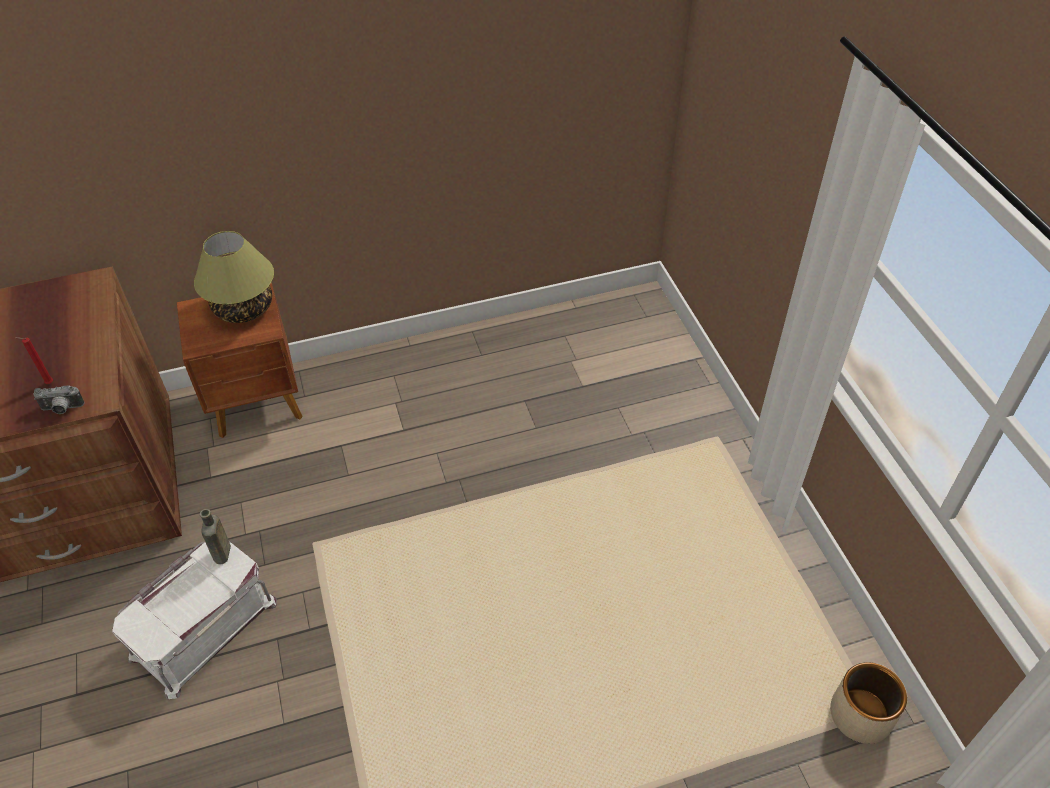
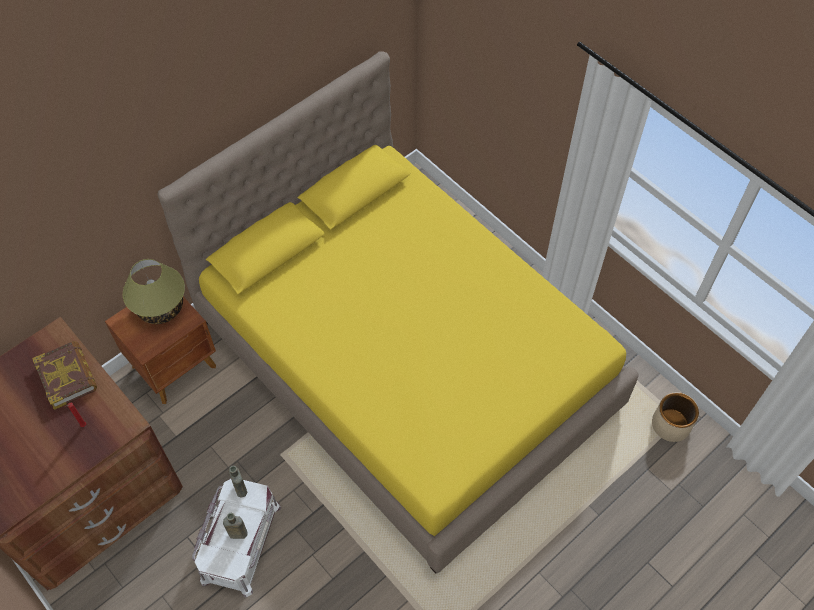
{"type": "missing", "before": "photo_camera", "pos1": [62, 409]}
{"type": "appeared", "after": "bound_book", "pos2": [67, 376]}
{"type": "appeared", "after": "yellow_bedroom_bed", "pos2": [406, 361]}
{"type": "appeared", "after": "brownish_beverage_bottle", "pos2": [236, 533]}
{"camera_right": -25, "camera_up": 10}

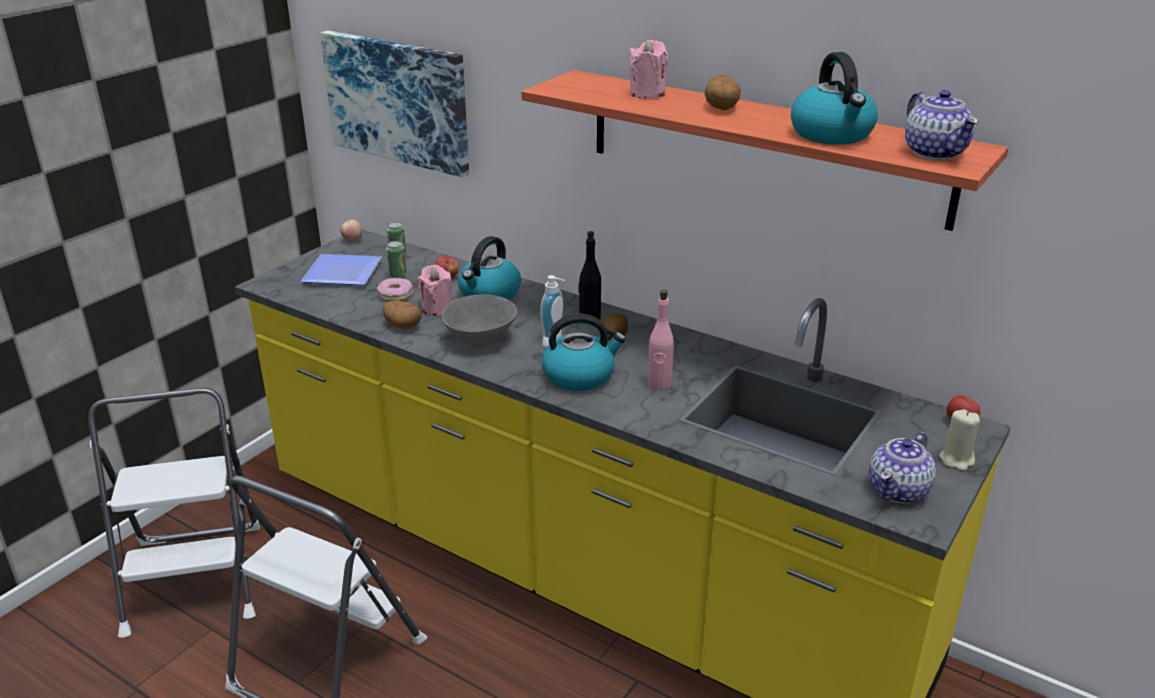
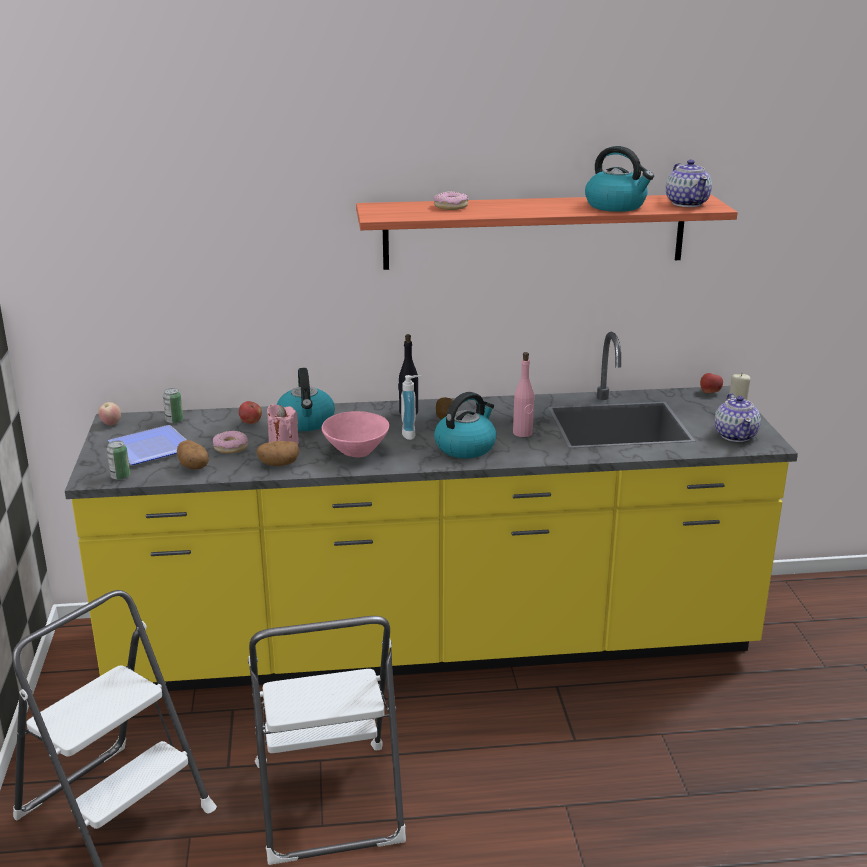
{"type": "missing", "before": "wall_art", "pos1": [398, 101]}
{"type": "relocated", "before": "can", "pos1": [397, 275], "pos2": [120, 476]}
{"type": "colour", "before": "grey_deep_dish", "after": "pink-coloured_deep_dish", "pos1": [479, 340], "pos2": [356, 452]}
{"type": "exchanged", "before": "pink-coloured_candle", "after": "doughnut", "pos1": [647, 94], "pos2": [451, 207]}
{"type": "relocated", "before": "spud", "pos1": [721, 108], "pos2": [194, 467]}
{"type": "spun", "before": "tea_pot", "pos1": [935, 152], "pos2": [687, 203], "turn": 45}
{"camera_right": -40, "camera_up": -5}

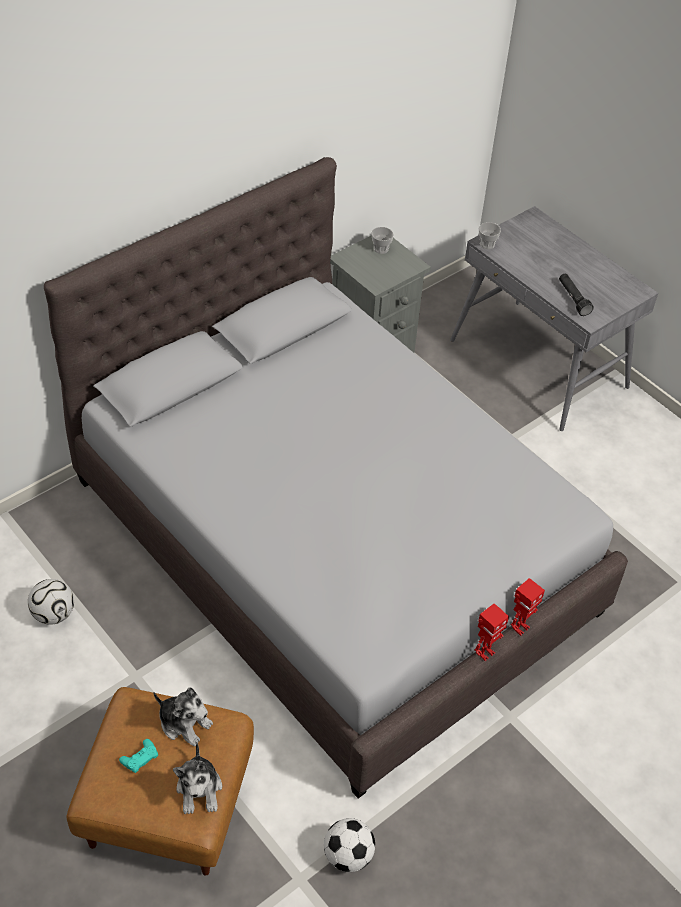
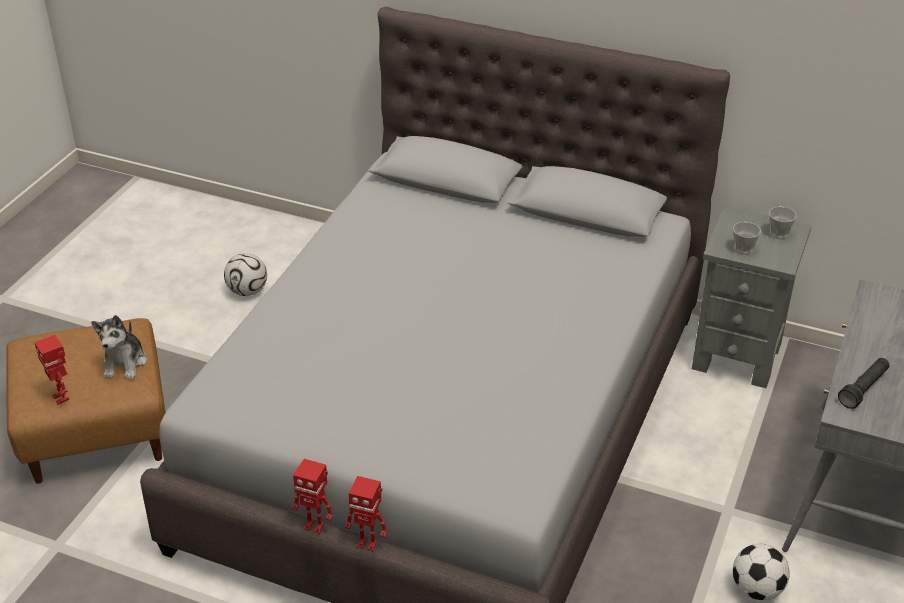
{"type": "missing", "before": "blue-green_gamepad", "pos1": [140, 758]}
{"type": "exchanged", "before": "plush_toy", "after": "robot_figure", "pos1": [199, 789], "pos2": [62, 398]}
{"type": "relocated", "before": "football", "pos1": [348, 855], "pos2": [756, 589]}
{"type": "relocated", "before": "cup", "pos1": [487, 244], "pos2": [743, 249]}
{"camera_right": 65, "camera_up": -10}

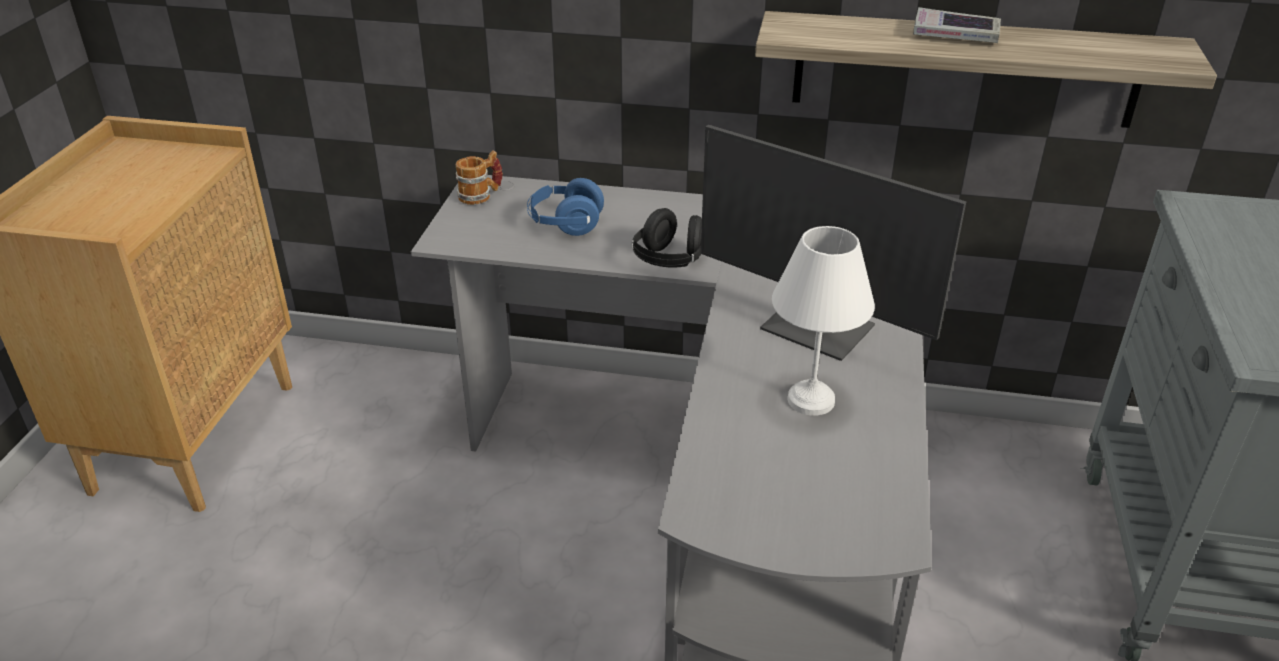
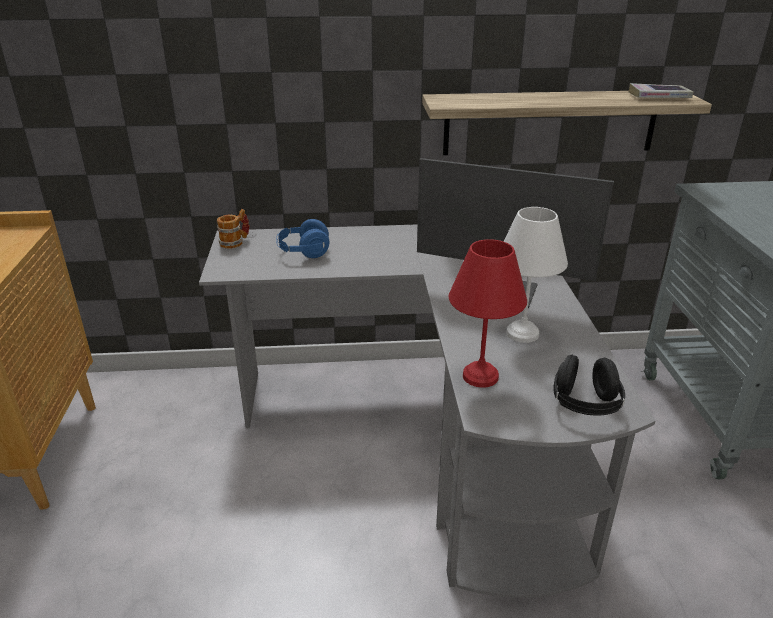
{"type": "relocated", "before": "black_headset", "pos1": [669, 261], "pos2": [584, 404]}
{"type": "relocated", "before": "bound_book", "pos1": [955, 34], "pos2": [659, 97]}
{"type": "appeared", "after": "red-coloured_tabletop_lamp", "pos2": [480, 375]}
{"camera_right": -15, "camera_up": -5}

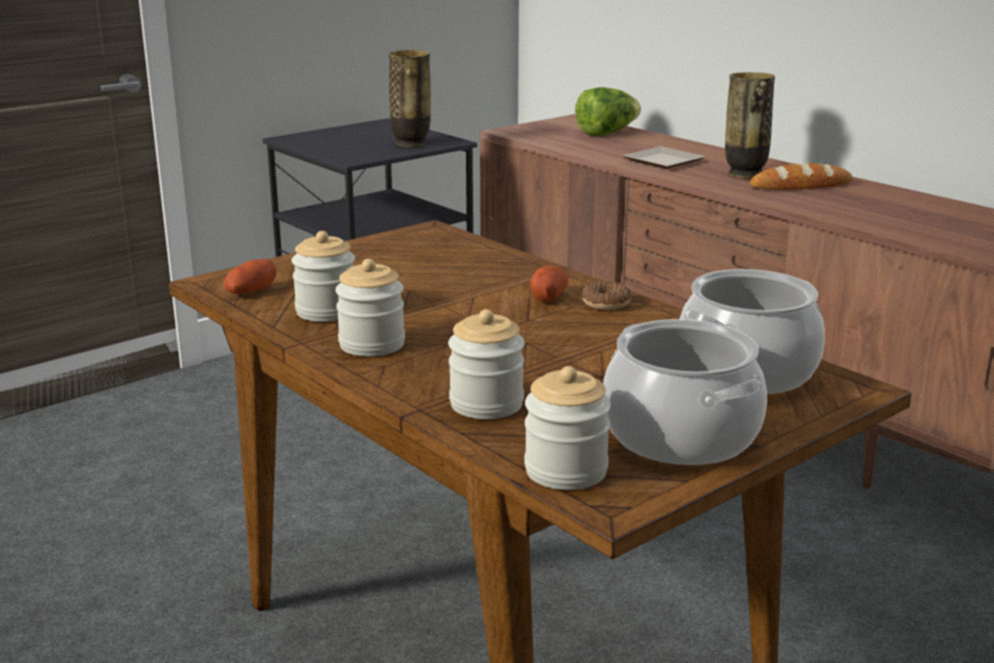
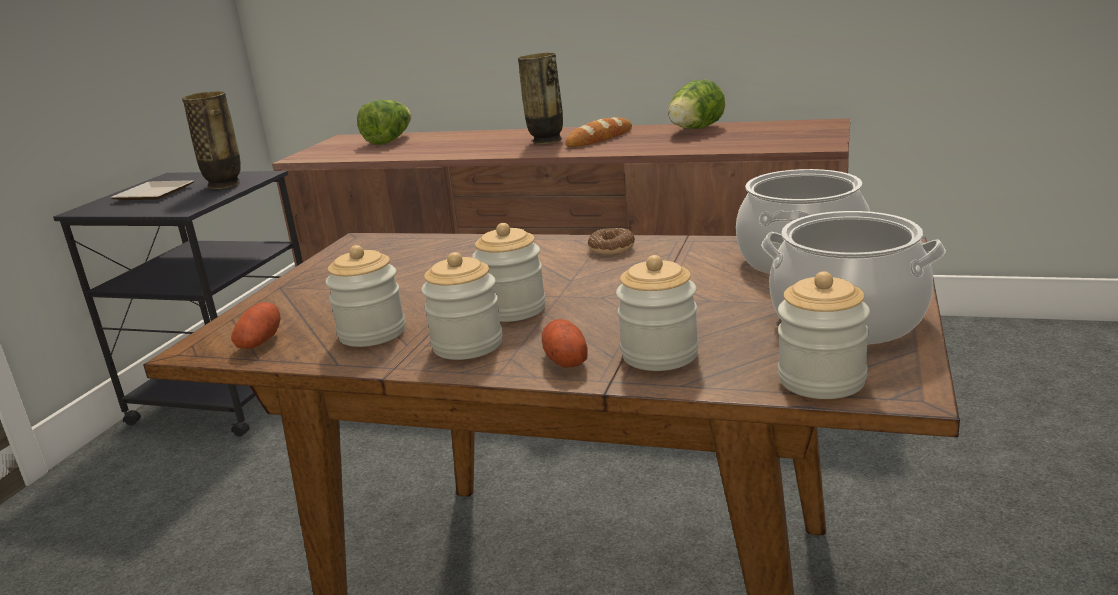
{"type": "relocated", "before": "spud", "pos1": [548, 297], "pos2": [565, 359]}
{"type": "relocated", "before": "plate", "pos1": [663, 161], "pos2": [154, 193]}
{"type": "appeared", "after": "jar", "pos2": [513, 309]}
{"type": "appeared", "after": "lettuce_head", "pos2": [695, 130]}
{"camera_right": -30, "camera_up": 0}

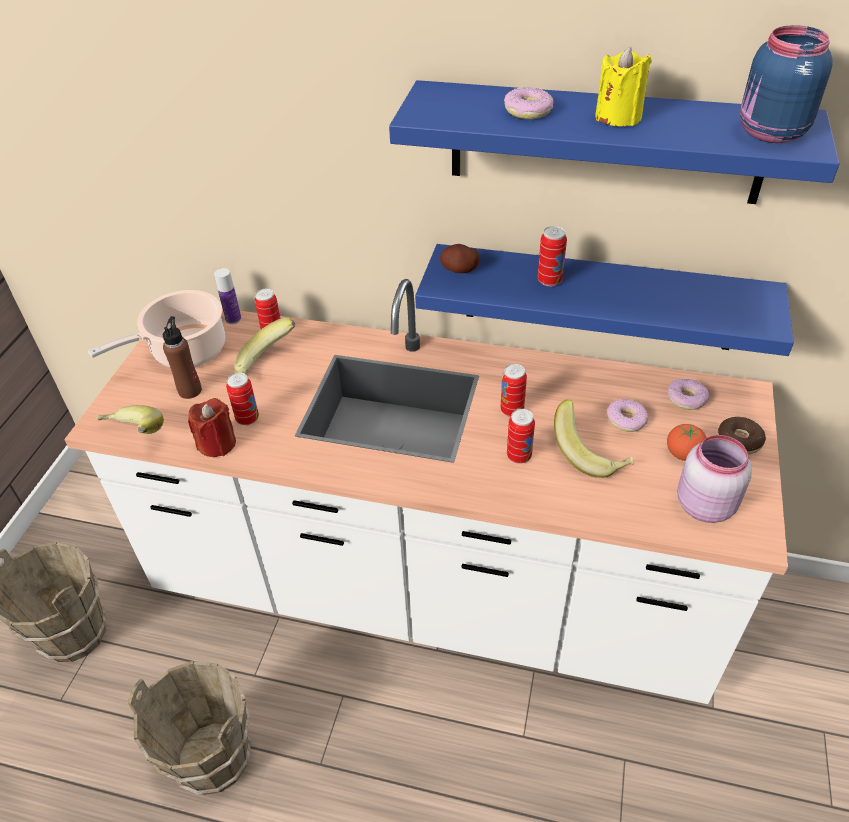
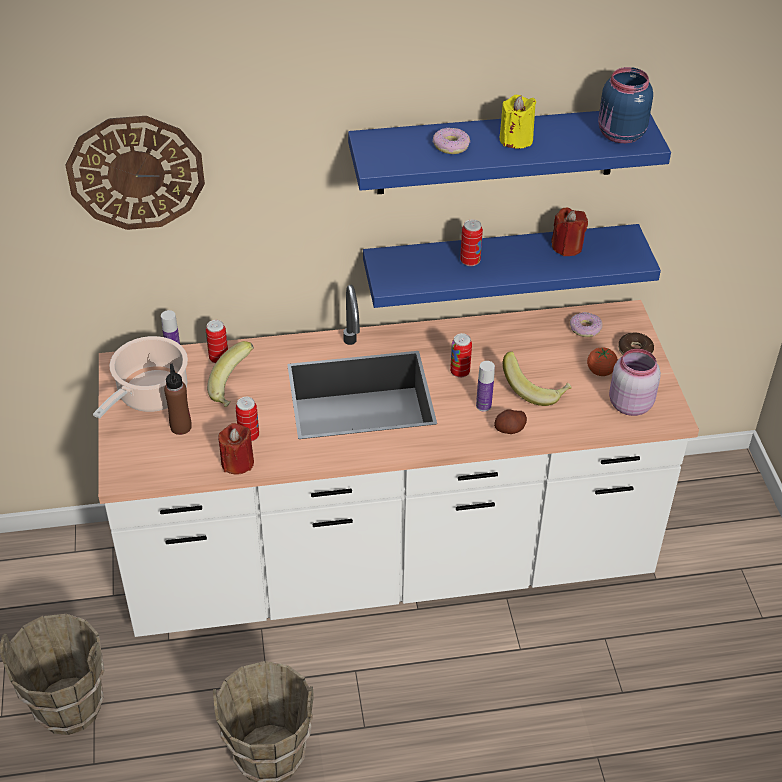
{"type": "missing", "before": "banana", "pos1": [133, 436]}
{"type": "relocated", "before": "spud", "pos1": [460, 269], "pos2": [509, 429]}
{"type": "exchanged", "before": "can", "after": "beverage_bottle", "pos1": [519, 456], "pos2": [483, 406]}
{"type": "missing", "before": "doughnut", "pos1": [626, 420]}
{"type": "appeared", "after": "clock_on_the_wall", "pos2": [136, 172]}
{"type": "appeared", "after": "red-coloured_candle", "pos2": [567, 247]}
{"camera_right": -25, "camera_up": 0}

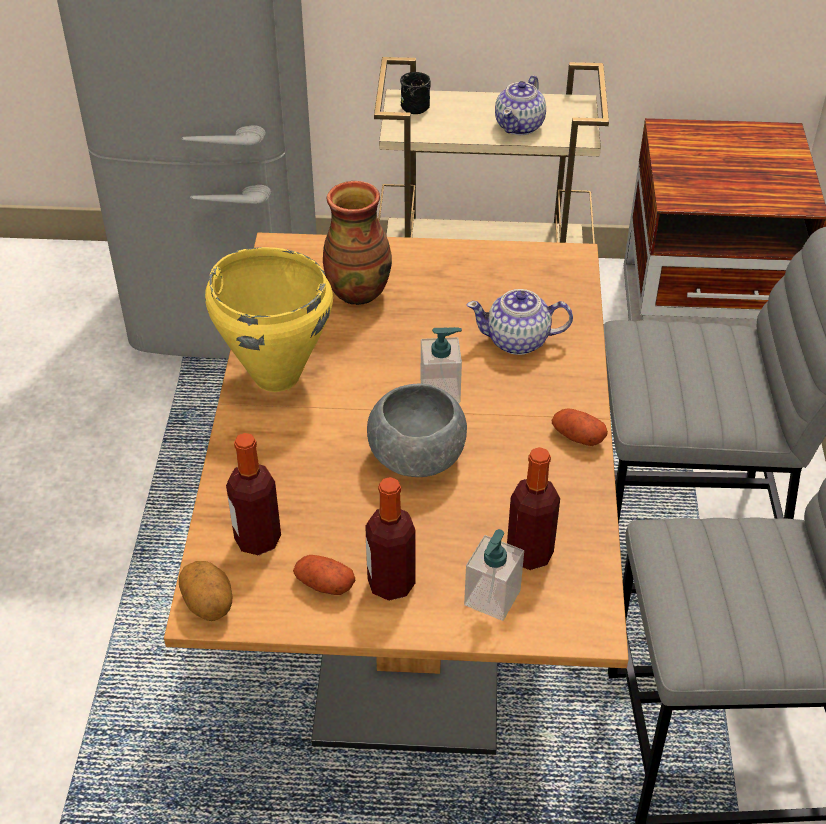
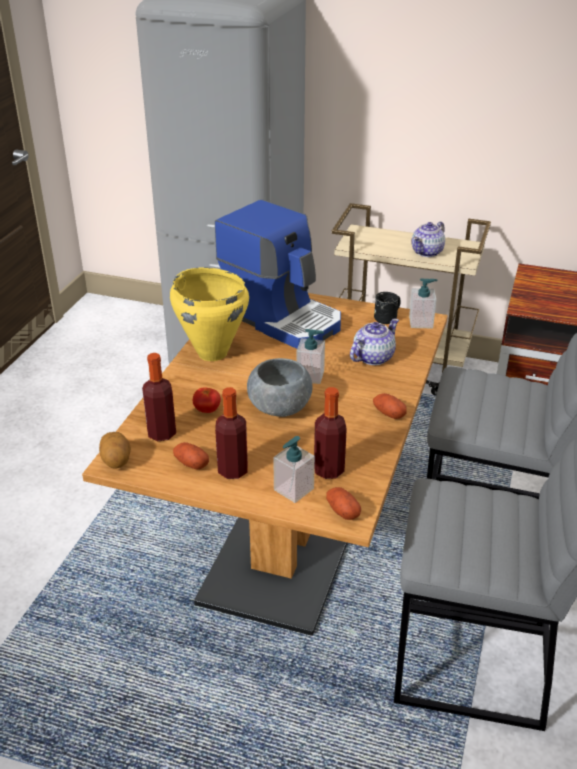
{"type": "exchanged", "before": "decorative_vase", "after": "coffee_machine", "pos1": [358, 291], "pos2": [282, 318]}
{"type": "relocated", "before": "black_coffee_mug", "pos1": [418, 105], "pos2": [388, 318]}
{"type": "spun", "before": "tea_pot", "pos1": [518, 341], "pos2": [372, 357], "turn": 120}
{"type": "appeared", "after": "tomato", "pos2": [207, 410]}
{"type": "appeared", "after": "spud", "pos2": [342, 511]}
{"type": "appeared", "after": "liquid_soap_bottle", "pos2": [421, 322]}
{"camera_right": 15, "camera_up": -10}

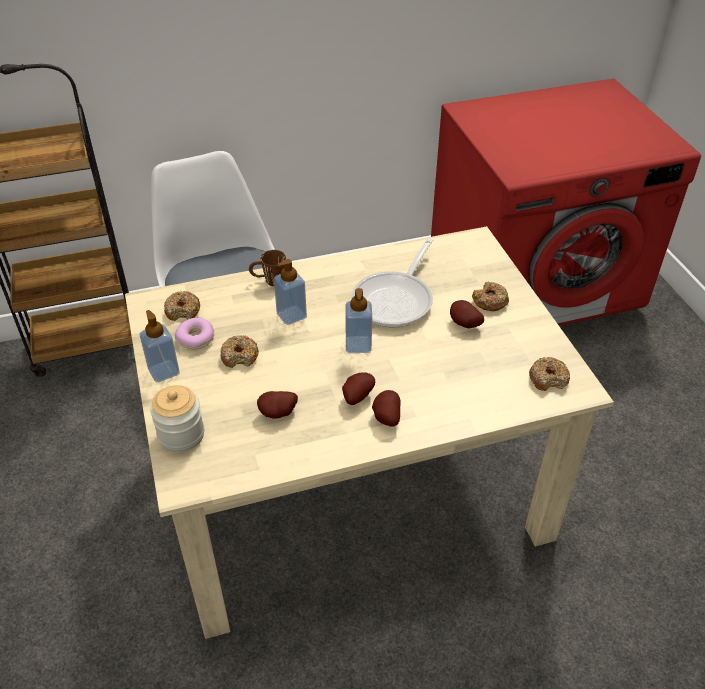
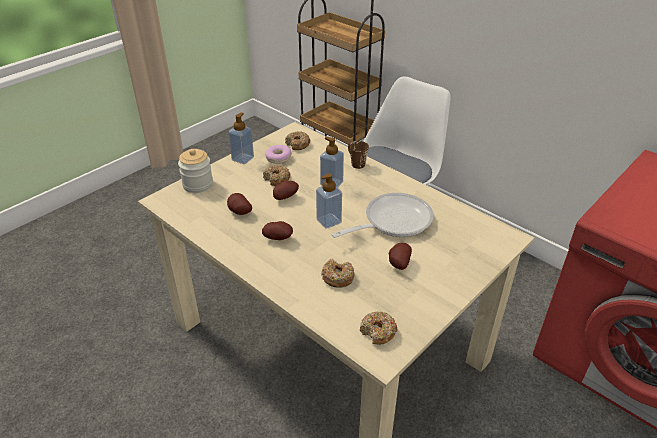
{"type": "spun", "before": "frying_pan", "pos1": [396, 299], "pos2": [392, 221], "turn": 150}
{"type": "relocated", "before": "spud", "pos1": [385, 417], "pos2": [285, 197]}
{"type": "relocated", "before": "doughnut", "pos1": [490, 301], "pos2": [337, 277]}
{"camera_right": 60, "camera_up": -5}

